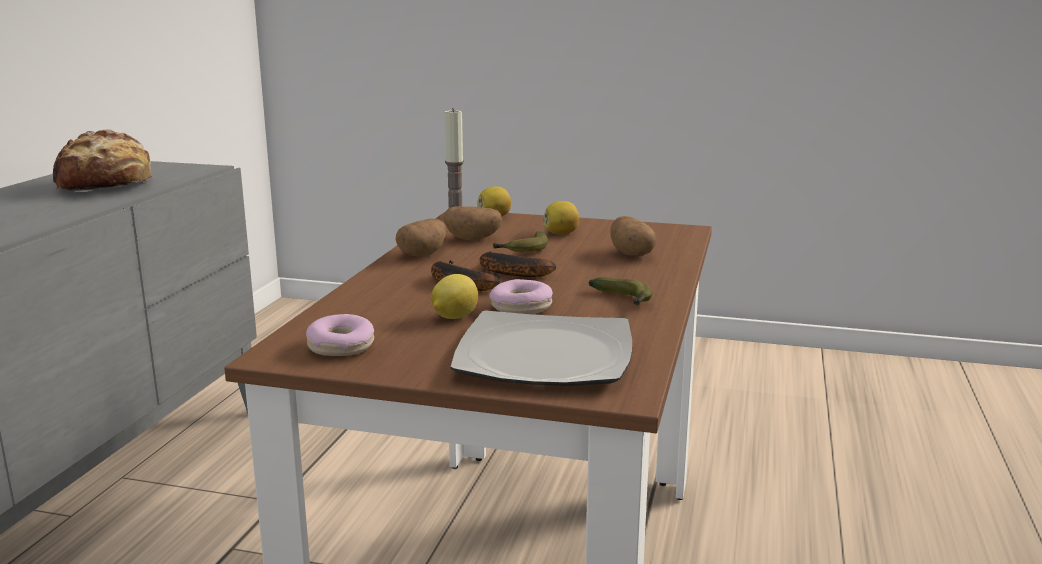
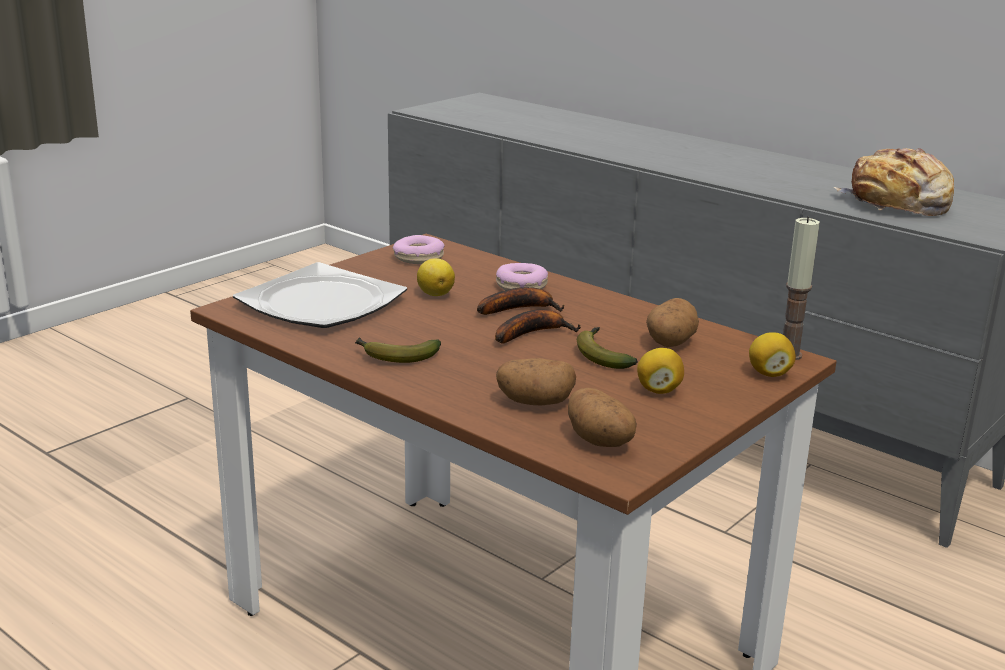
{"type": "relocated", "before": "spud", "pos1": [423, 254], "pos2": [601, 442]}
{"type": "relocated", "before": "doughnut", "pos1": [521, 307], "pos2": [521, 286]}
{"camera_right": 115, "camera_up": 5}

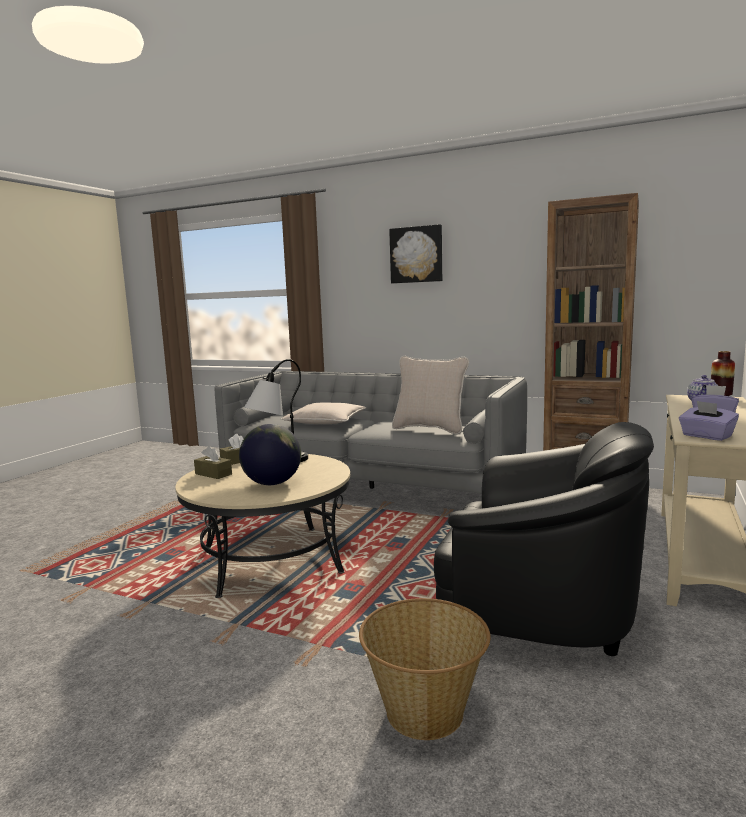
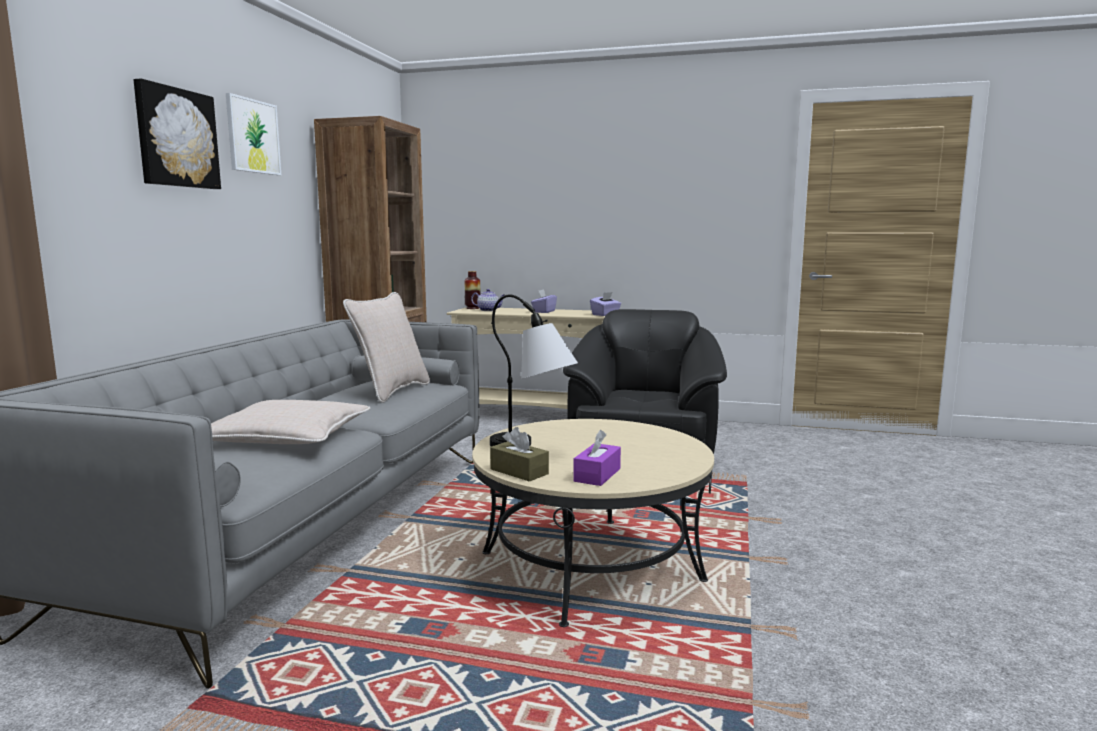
{"type": "colour", "before": "brownish_tissue_holder", "after": "purplish_tissue_holder", "pos1": [213, 474], "pos2": [597, 475]}
{"type": "missing", "before": "world_globe", "pos1": [272, 483]}
{"type": "missing", "before": "storage_basket", "pos1": [425, 713]}
{"type": "appeared", "after": "wall_art", "pos2": [253, 136]}
{"camera_right": -100, "camera_up": 0}

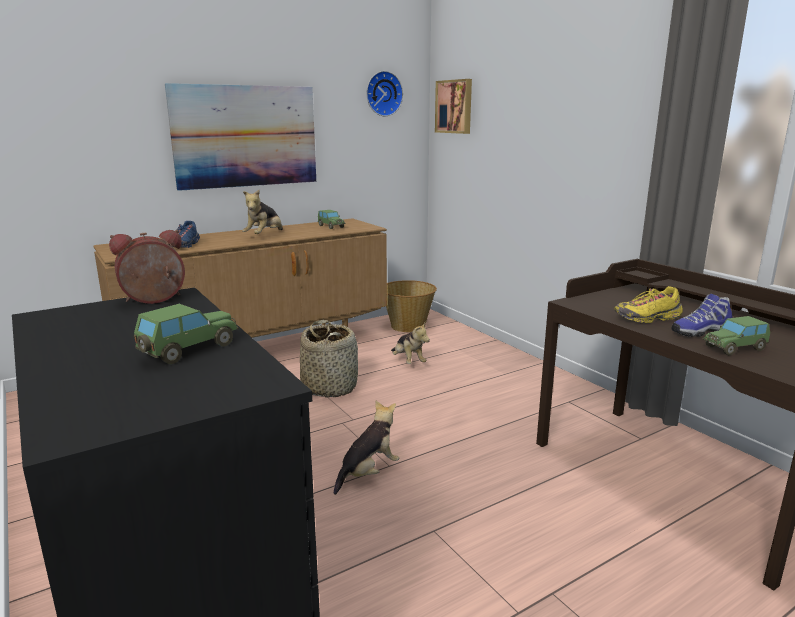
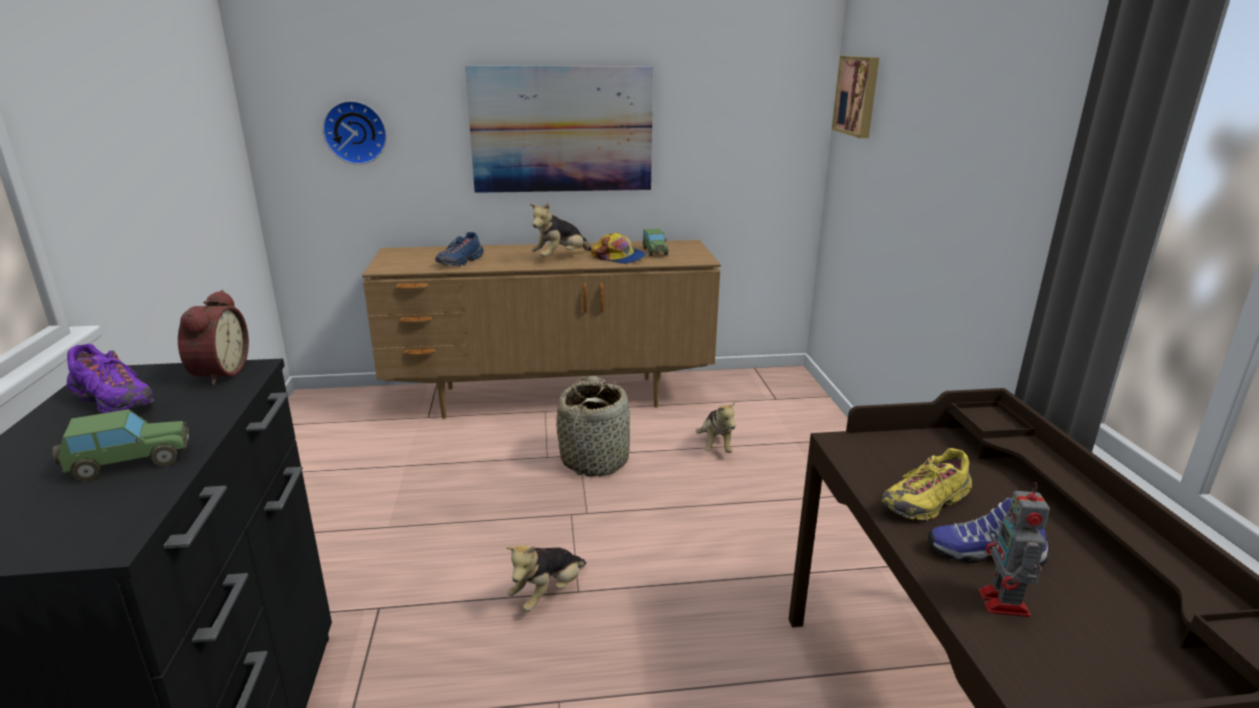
{"type": "spun", "before": "bedside_clock", "pos1": [154, 300], "pos2": [217, 373], "turn": 90}
{"type": "spun", "before": "plush_toy", "pos1": [368, 473], "pos2": [547, 593], "turn": 150}
{"type": "relocated", "before": "clock_on_the_wall", "pos1": [383, 94], "pos2": [356, 132]}
{"type": "missing", "before": "storage_basket", "pos1": [407, 326]}
{"type": "spun", "before": "yellow_item_of_footwear", "pos1": [647, 318], "pos2": [926, 503], "turn": -45}
{"type": "exchanged", "before": "model_car", "after": "robot_figure", "pos1": [735, 348], "pos2": [1004, 605]}
{"type": "appeared", "after": "purplish_item_of_footwear", "pos2": [114, 402]}
{"type": "appeared", "after": "baseball_cap", "pos2": [619, 257]}
{"camera_right": 25, "camera_up": 5}

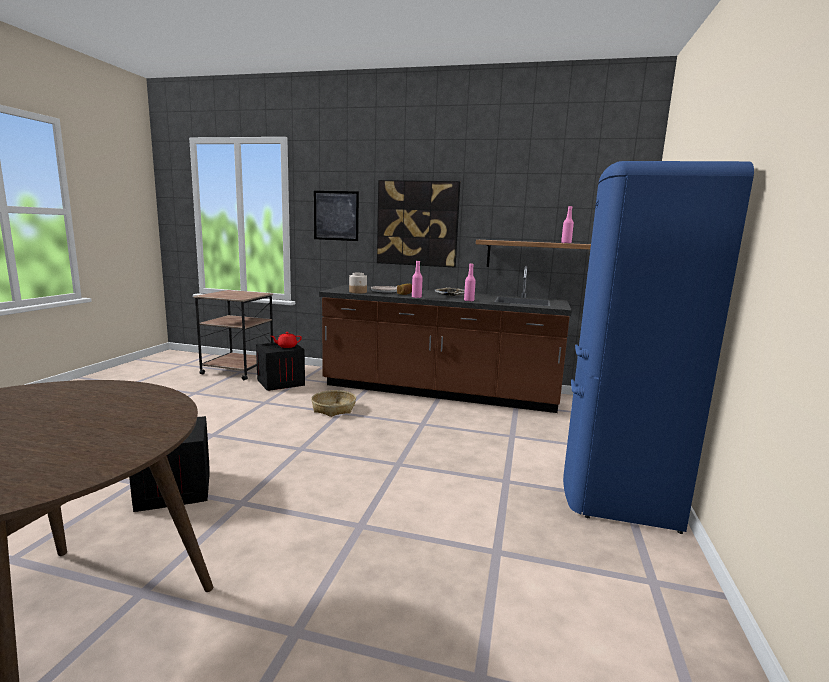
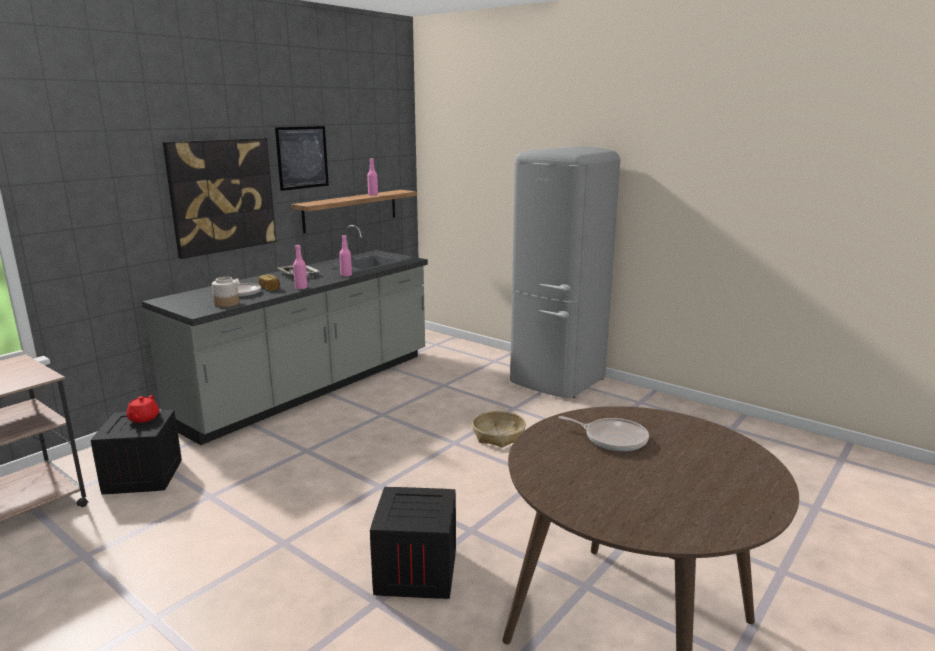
{"type": "relocated", "before": "storage_basket", "pos1": [333, 409], "pos2": [498, 435]}
{"type": "relocated", "before": "wall_art", "pos1": [336, 215], "pos2": [302, 157]}
{"type": "colour", "before": "brownish_kitchen_base_unit", "after": "grey_kitchen_base_unit", "pos1": [439, 392], "pos2": [310, 388]}
{"type": "colour", "before": "bluish_refrigerator", "after": "grey_refrigerator", "pos1": [615, 496], "pos2": [555, 381]}
{"type": "appeared", "after": "frying_pan", "pos2": [612, 438]}
{"camera_right": -65, "camera_up": 5}

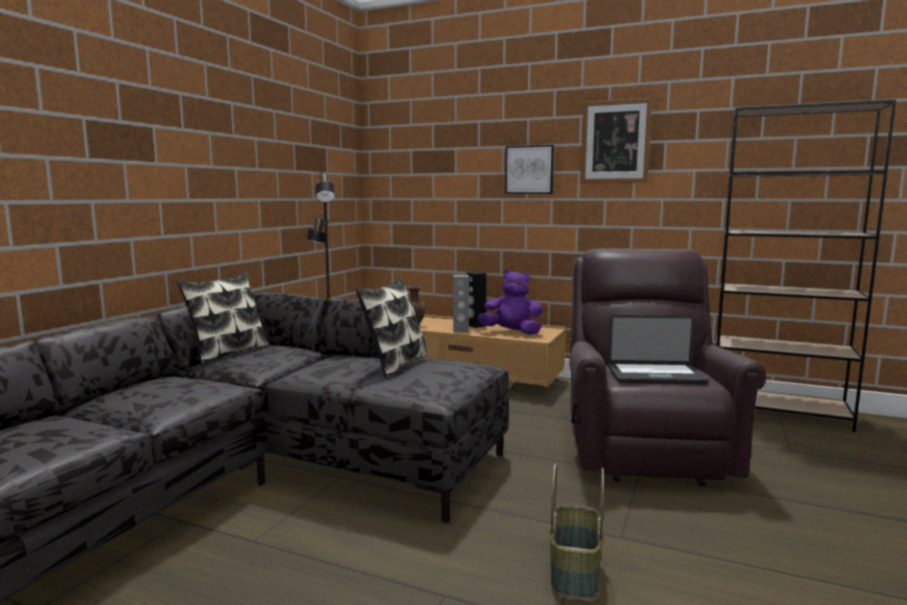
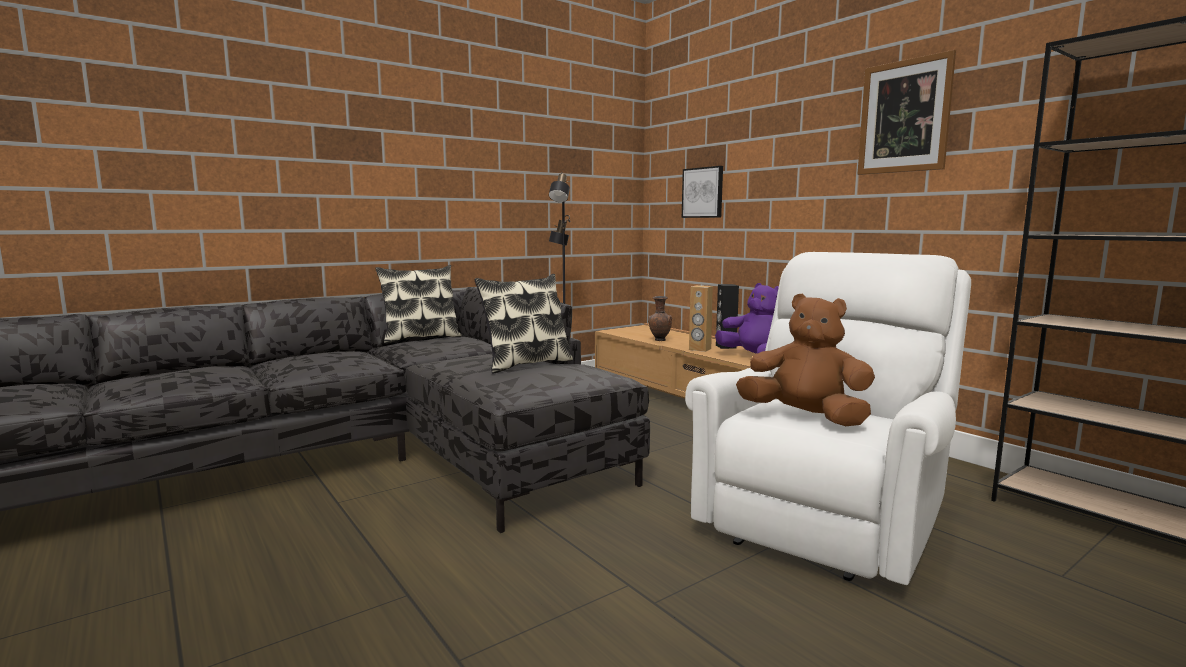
{"type": "colour", "before": "grey_speaker", "after": "brownish_speaker", "pos1": [461, 330], "pos2": [699, 349]}
{"type": "relocated", "before": "wall_art", "pos1": [529, 169], "pos2": [703, 192]}
{"type": "missing", "before": "storage_basket", "pos1": [575, 572]}
{"type": "colour", "before": "brownish_easy_chair", "after": "white-coloured_easy_chair", "pos1": [644, 447], "pos2": [826, 517]}
{"type": "exchanged", "before": "portable_computer", "after": "brownish_plush_toy", "pos1": [655, 376], "pos2": [805, 417]}
{"camera_right": 30, "camera_up": 0}

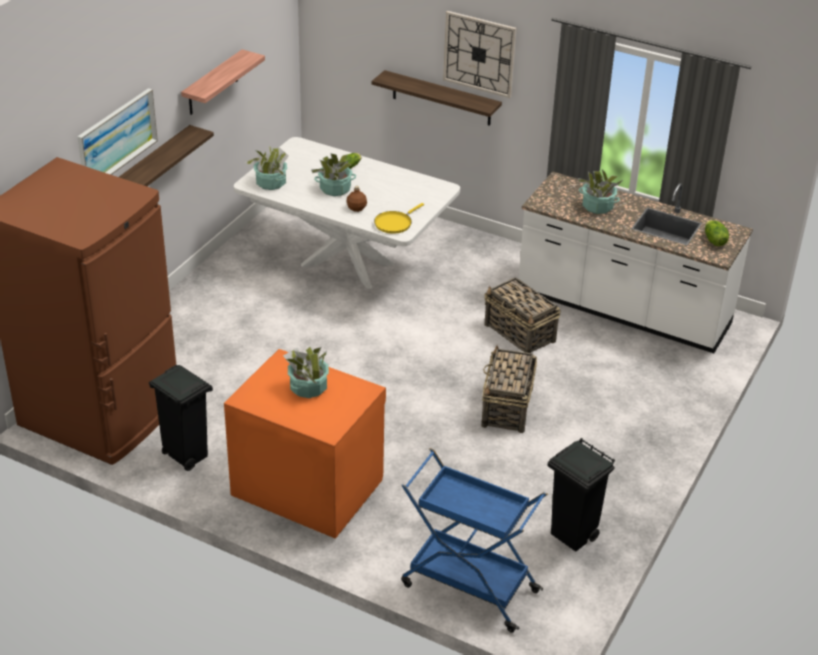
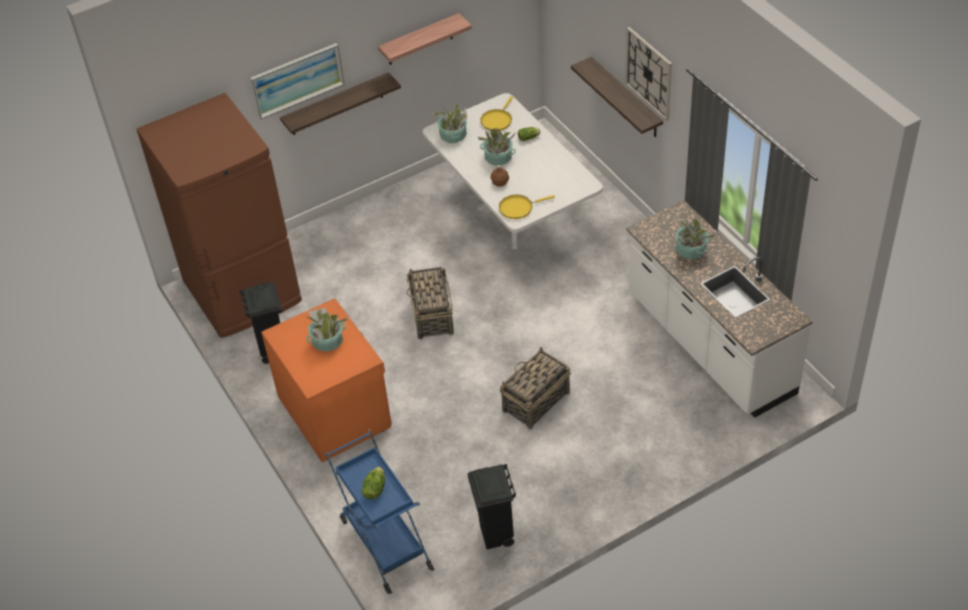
{"type": "relocated", "before": "storage_basket", "pos1": [520, 333], "pos2": [432, 316]}
{"type": "relocated", "before": "lettuce_head", "pos1": [714, 241], "pos2": [374, 489]}
{"type": "appeared", "after": "yellow_frying_pan", "pos2": [497, 120]}
{"camera_right": 35, "camera_up": 10}

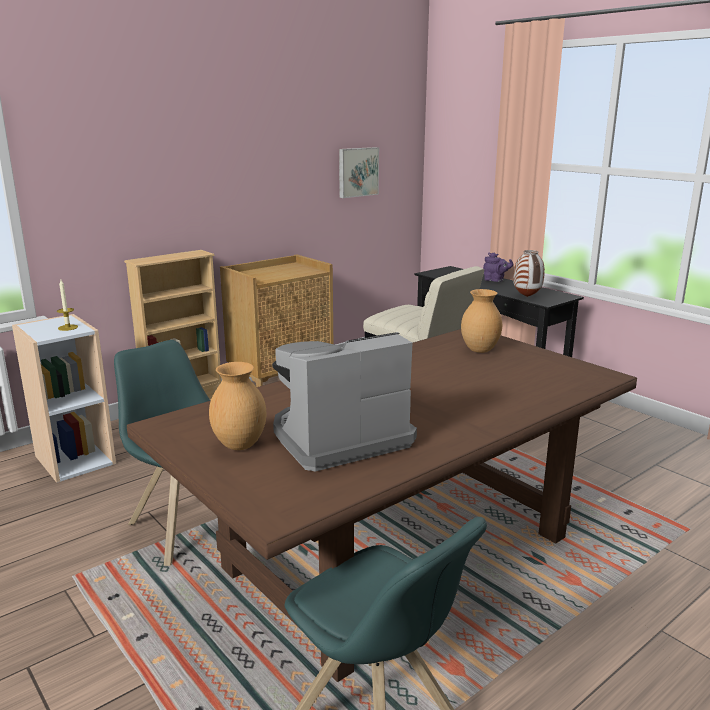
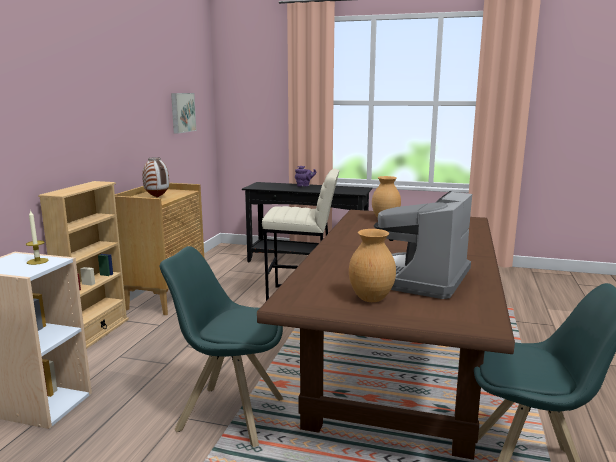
{"type": "relocated", "before": "decorative_vase", "pos1": [527, 297], "pos2": [157, 197]}
{"camera_right": -35, "camera_up": -5}

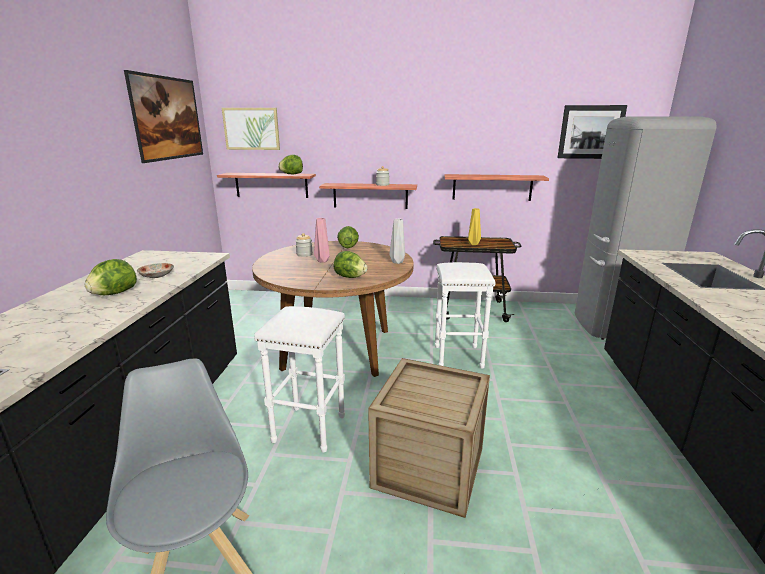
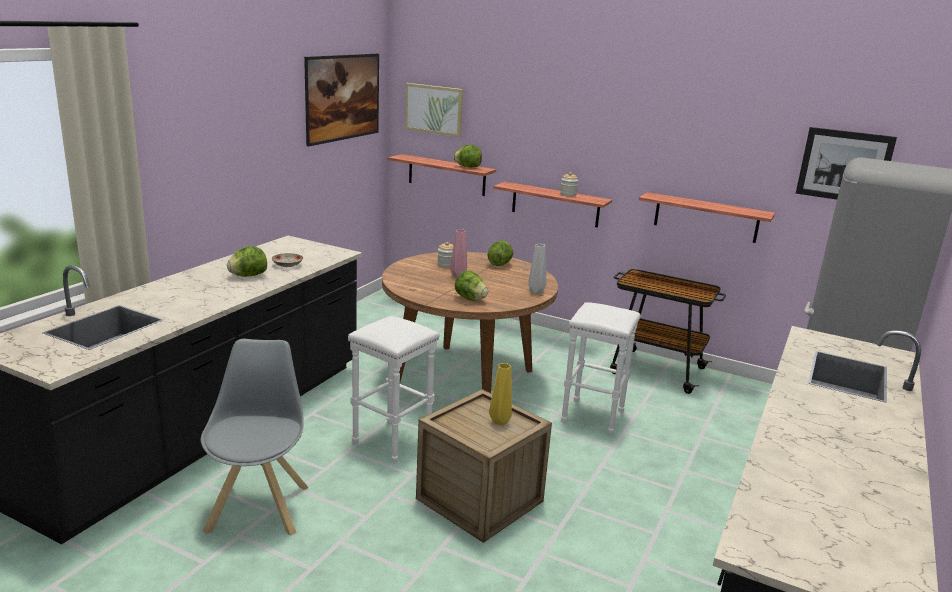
{"type": "relocated", "before": "yellow_decorative_vase", "pos1": [474, 244], "pos2": [501, 422]}
{"camera_right": 20, "camera_up": 0}

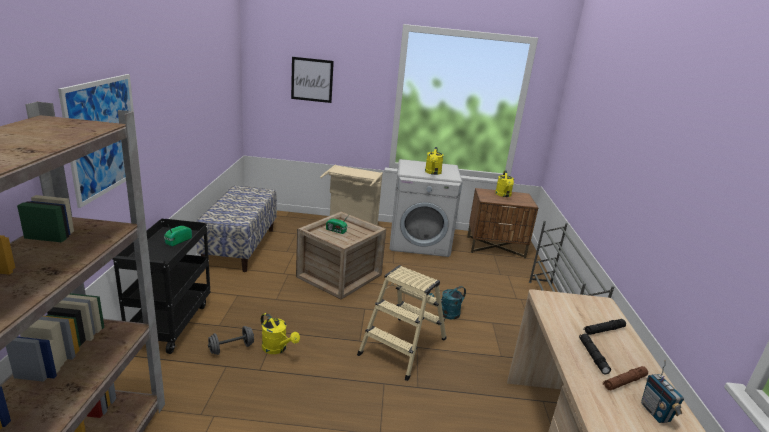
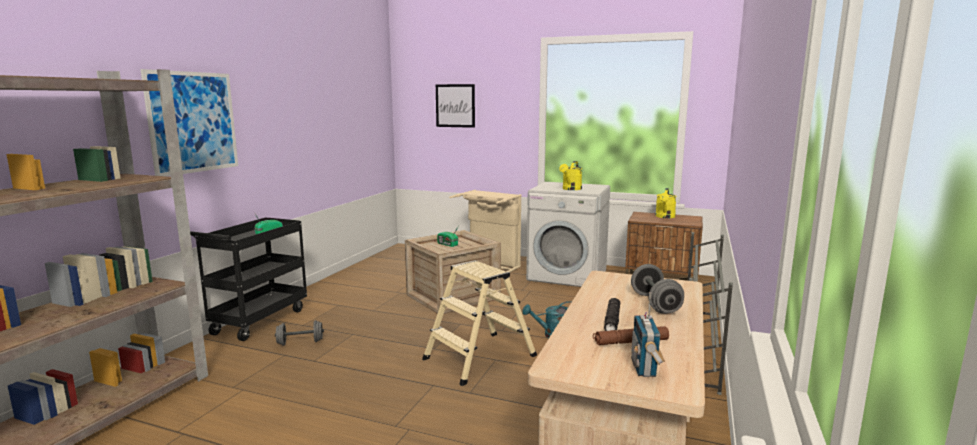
{"type": "missing", "before": "bench", "pos1": [240, 247]}
{"type": "missing", "before": "yellow_watering_pot", "pos1": [277, 348]}
{"type": "exchanged", "before": "black_flashlight", "after": "grey_hand_weight", "pos1": [603, 330], "pos2": [655, 303]}
{"camera_right": 20, "camera_up": -10}

